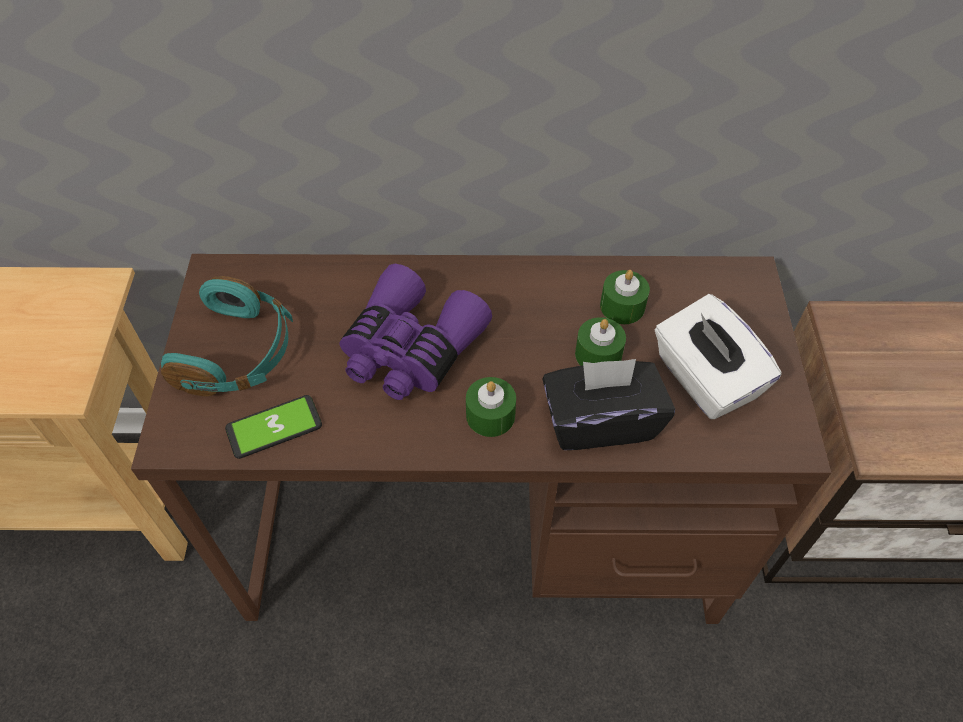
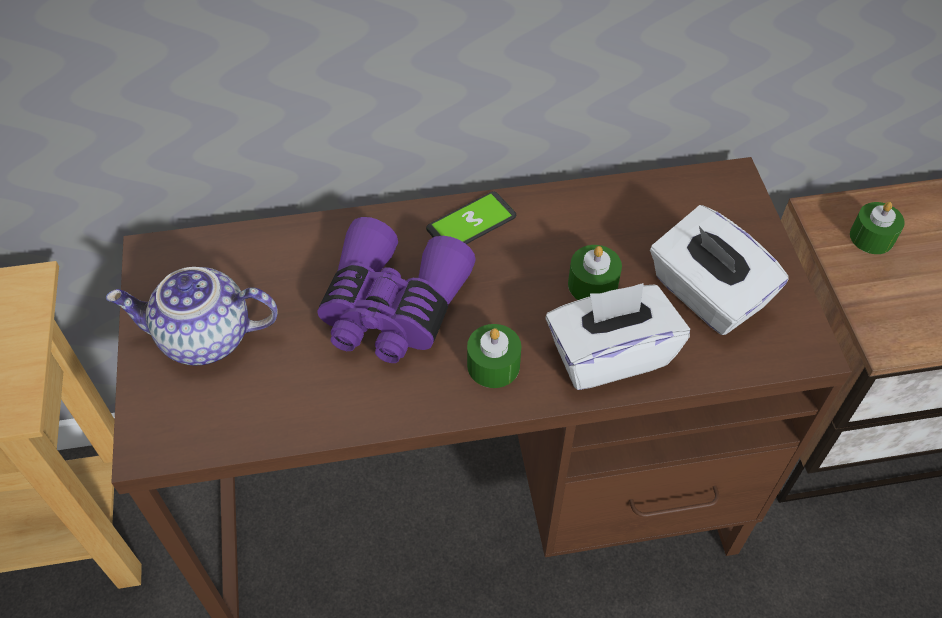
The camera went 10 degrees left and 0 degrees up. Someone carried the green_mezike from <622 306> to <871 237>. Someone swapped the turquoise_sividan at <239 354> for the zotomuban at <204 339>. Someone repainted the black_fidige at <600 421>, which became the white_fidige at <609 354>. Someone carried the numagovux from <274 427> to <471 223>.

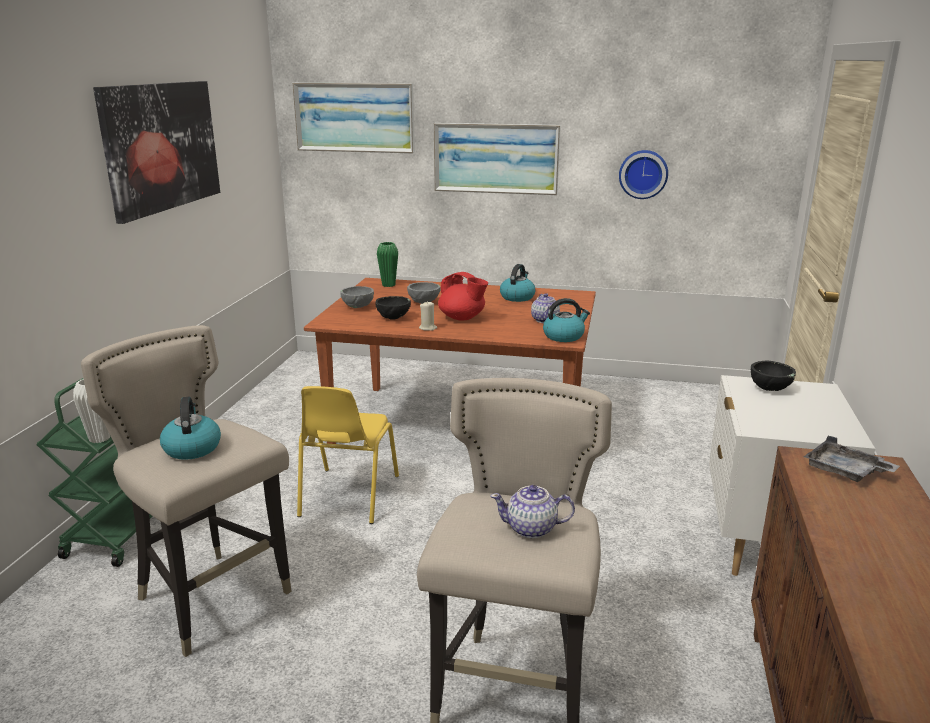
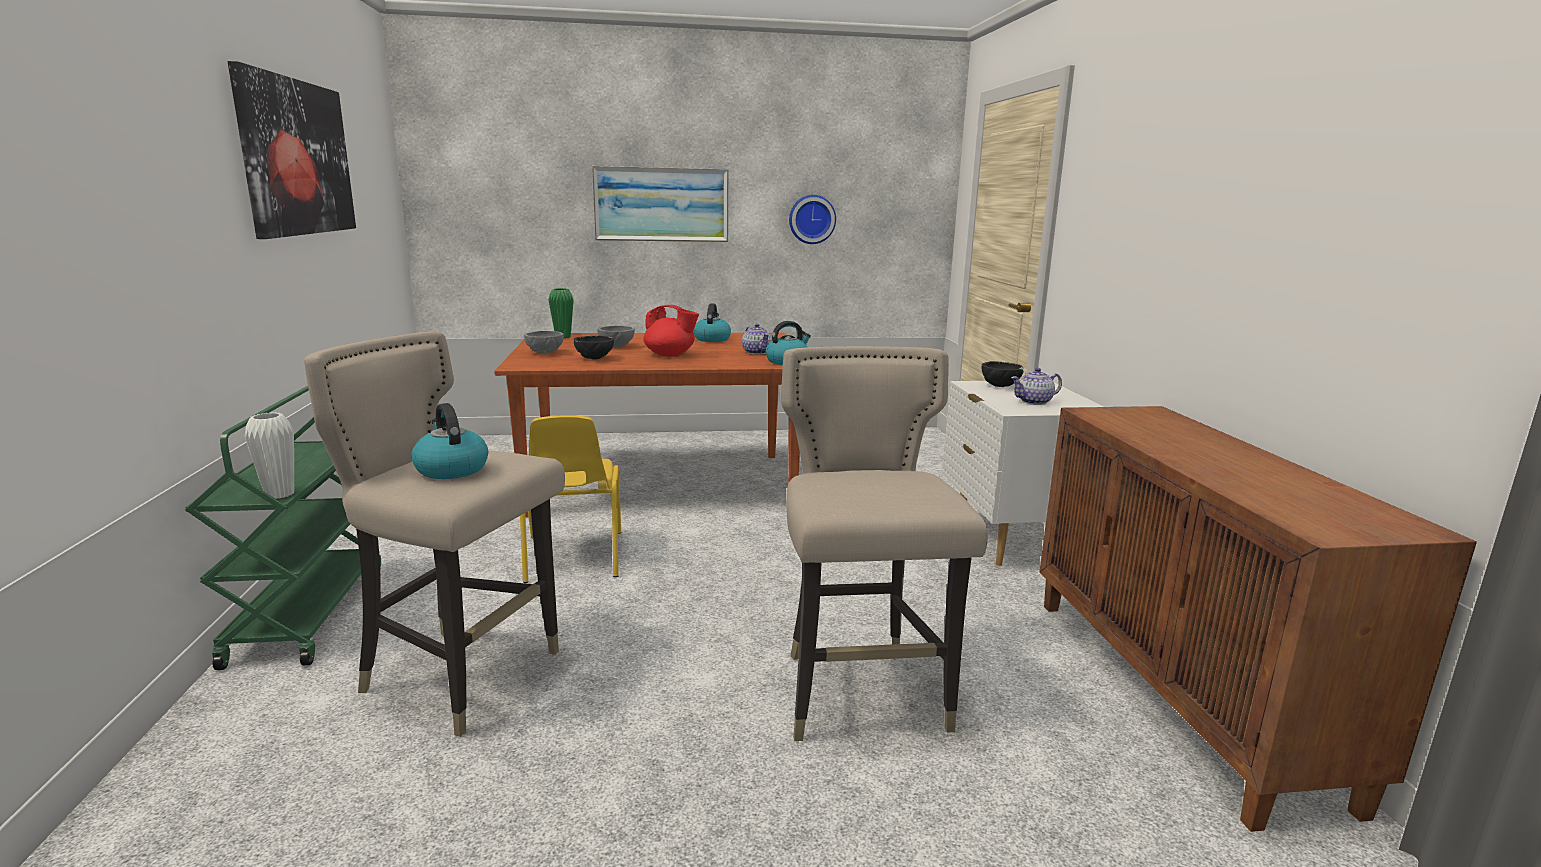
The camera went 20 degrees left and 5 degrees down. Someone took away the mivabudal at <354 117>. Someone took away the beige_mezike at <428 328>. Someone took away the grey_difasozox at <845 471>. Someone carried the zotomuban from <532 529> to <1034 402>.

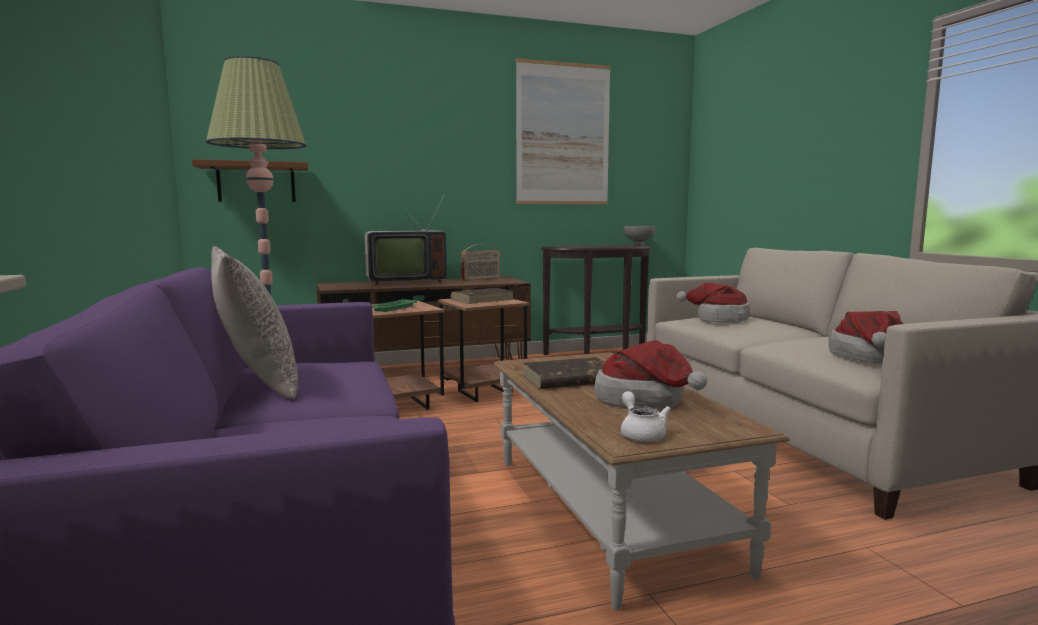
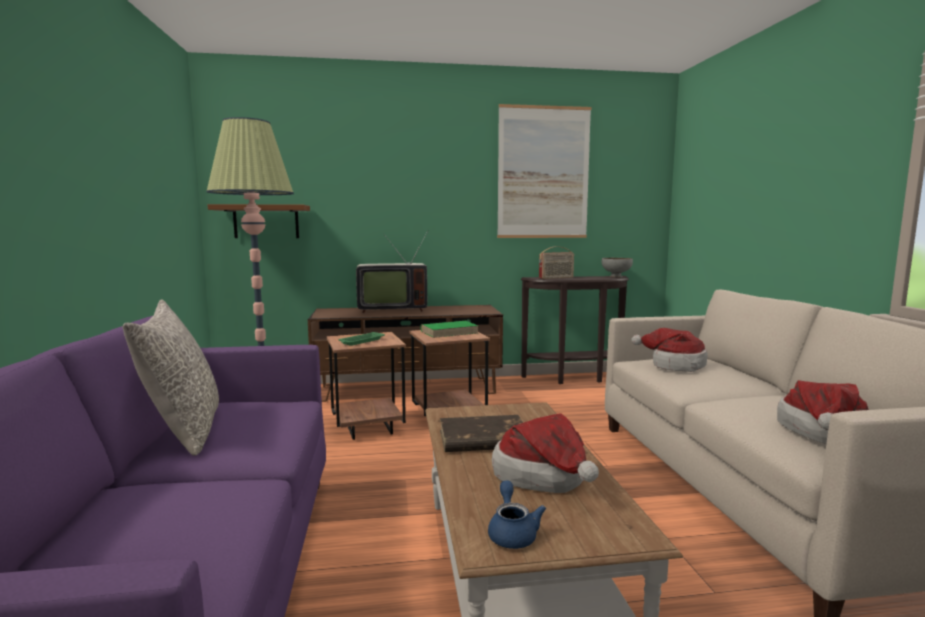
The camera went 10 degrees right and 0 degrees up. Someone carried the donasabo from <481 279> to <556 278>. Someone repainted the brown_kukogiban at <482 299>, which became the green_kukogiban at <449 332>. Someone repainted the white_zotomuban at <641 433>, which became the blue_zotomuban at <512 532>.

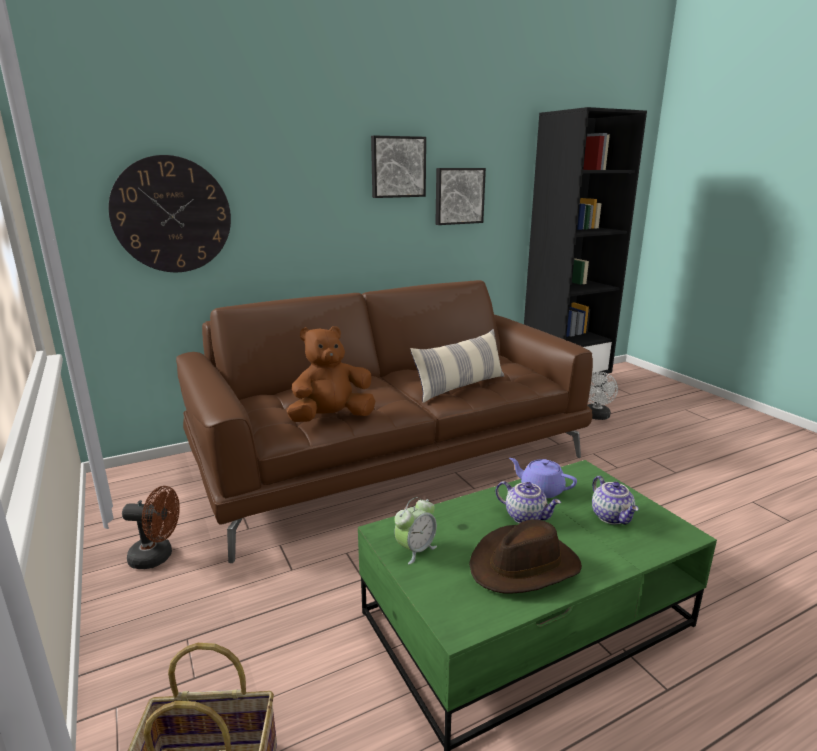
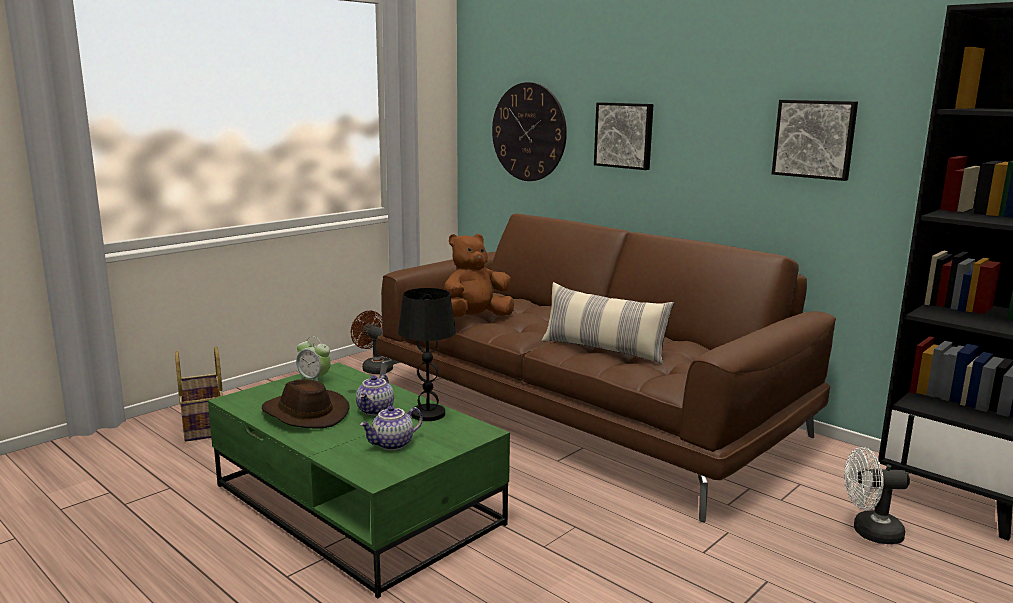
The camera went 70 degrees right and 5 degrees down. Someone carried the mivabudal from <397 167> to <624 135>. Someone rotated the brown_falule at <331 418> by 75 degrees counterclockwise. Someone swapped the purple_zotomuban at <541 489> for the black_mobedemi at <427 414>. Someone rotated the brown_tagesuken at <157 557> by 150 degrees clockwise.

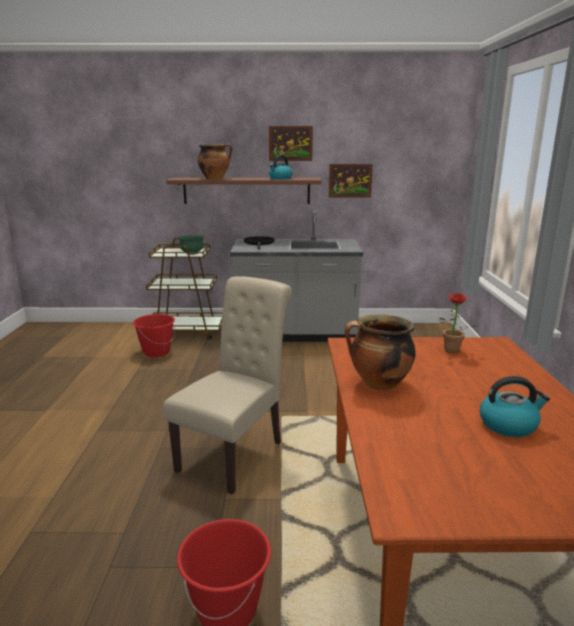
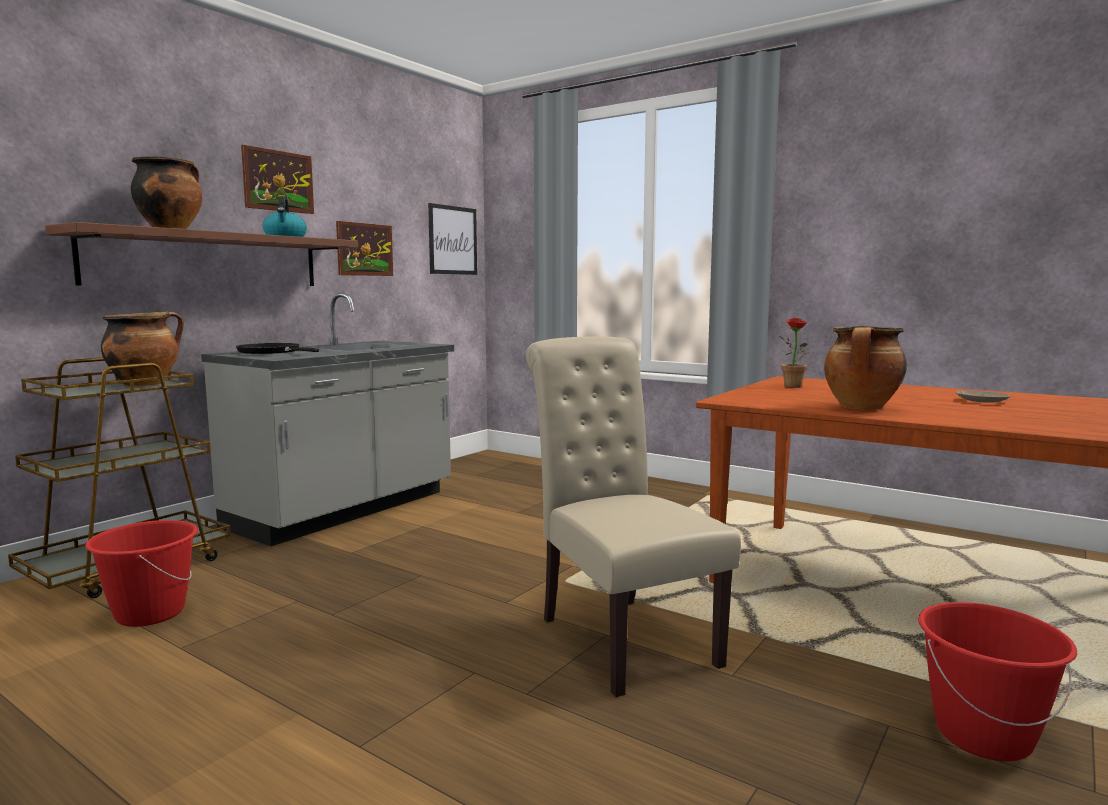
The camera went 55 degrees left and 10 degrees down. Someone swapped the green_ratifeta at <191 253> for the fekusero at <145 384>. Someone swapped the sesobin at <508 425> for the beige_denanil at <981 401>. Someone put up the mivabudal at <453 240>.

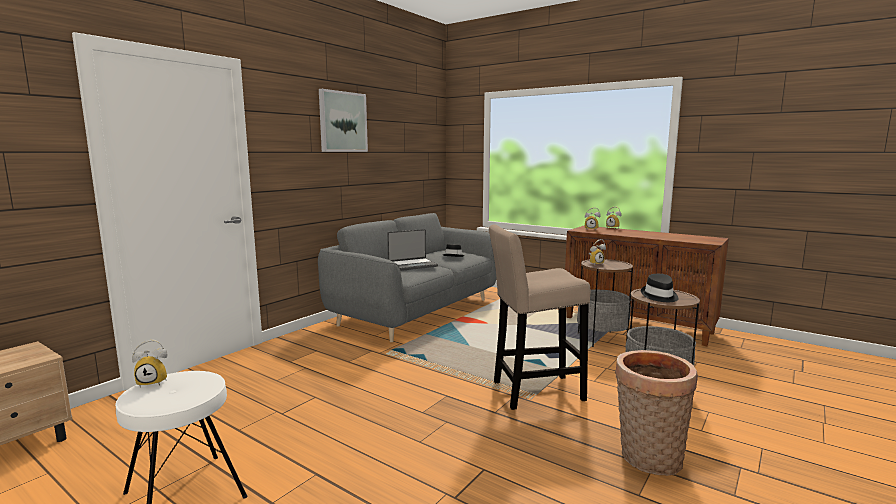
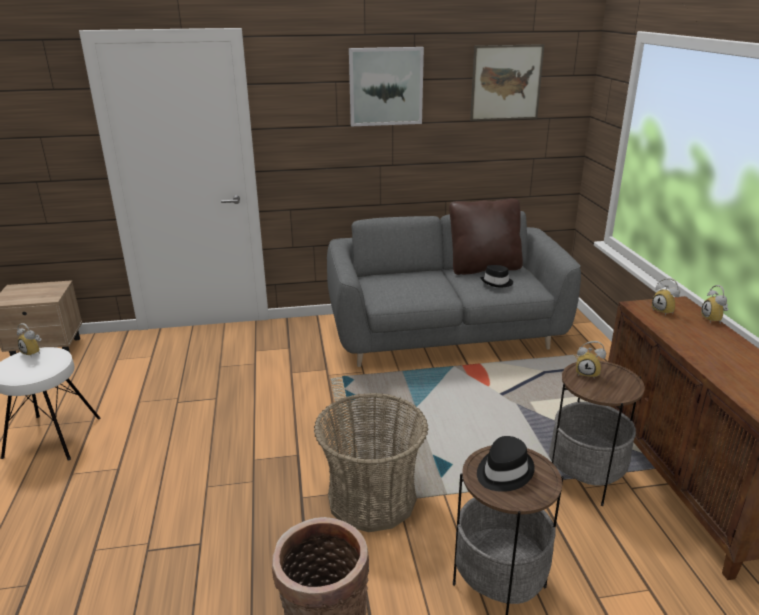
The camera went 45 degrees right and 15 degrees up. Someone swapped the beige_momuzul at <533 391> for the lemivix at <372 498>. Someone took away the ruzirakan at <412 265>. Someone put up the mivabudal at <506 83>. Someone put down the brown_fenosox at <484 268>.

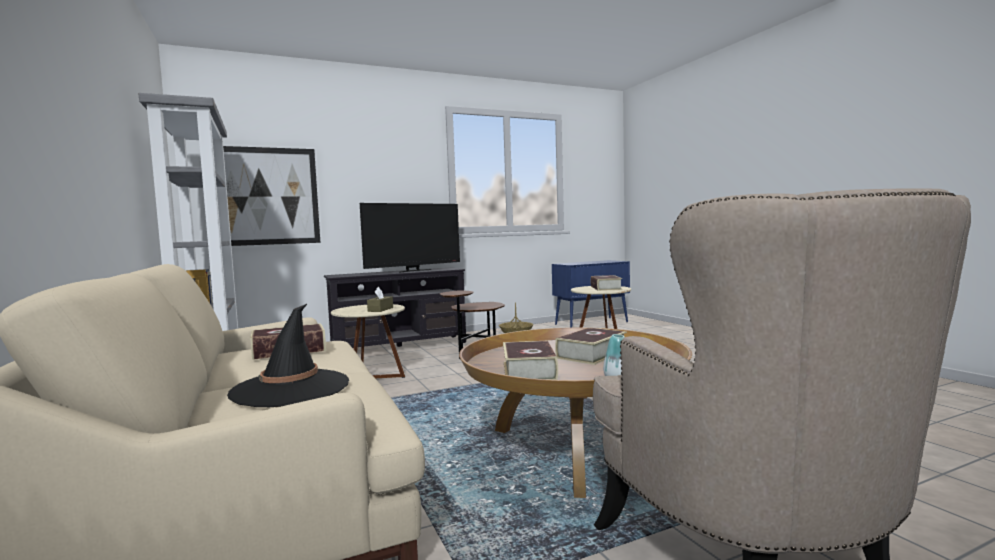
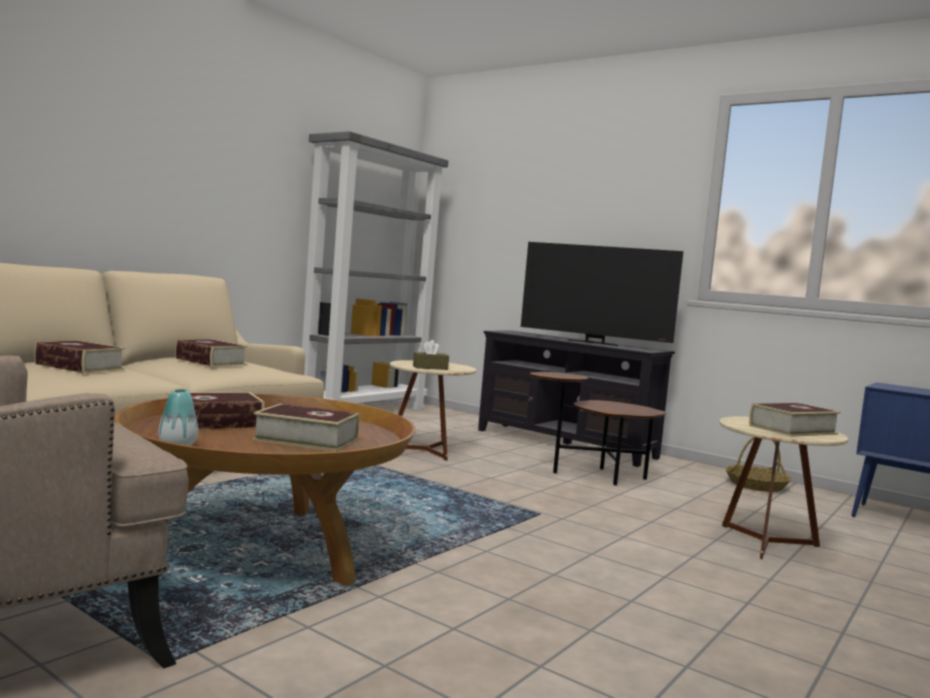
The camera went 60 degrees right and 0 degrees up. Someone took away the mivabudal at <266 196>. Someone swapped the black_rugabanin at <291 388> for the kukogiban at <79 366>.

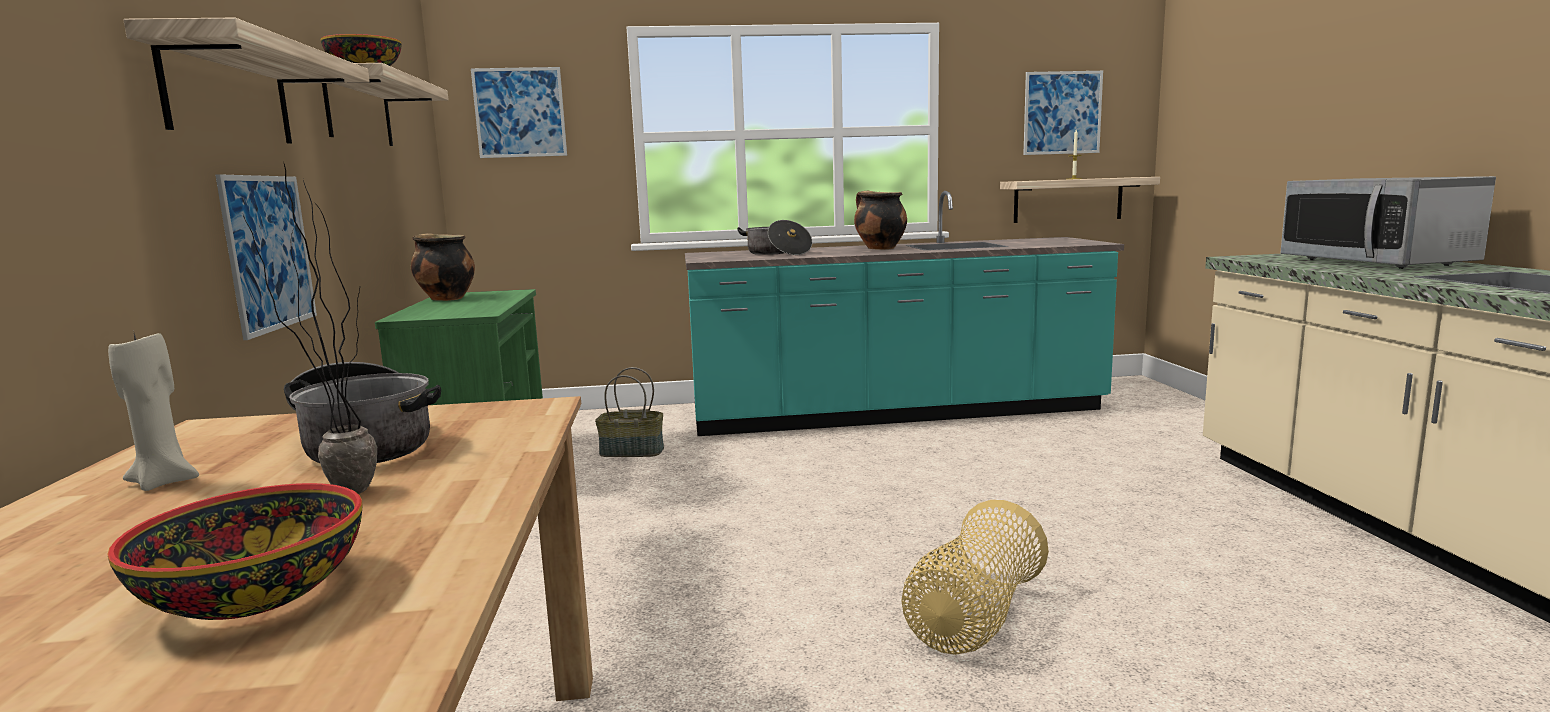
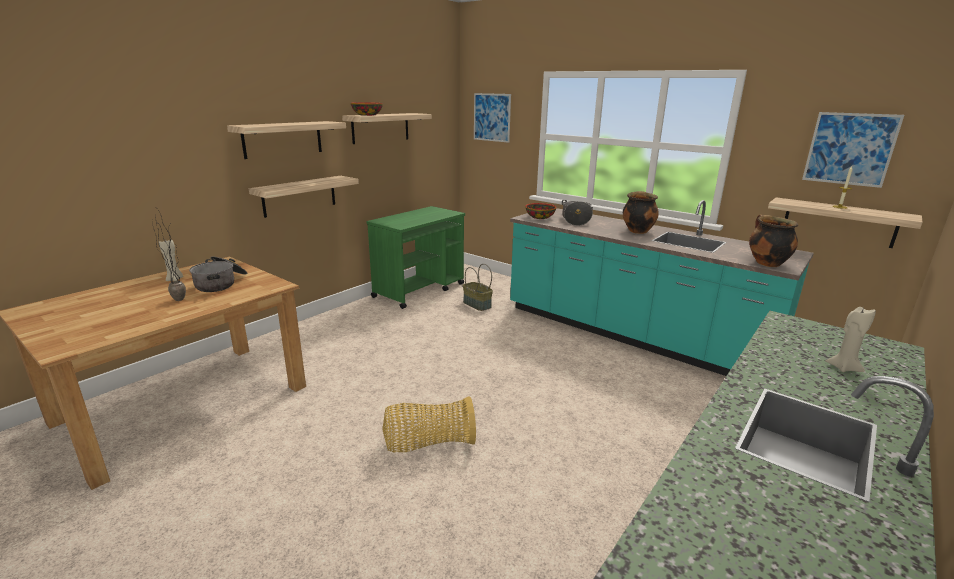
The camera went 45 degrees right and 10 degrees up. Someone swapped the mivabudal at <269 252> for the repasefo at <299 196>. Someone swapped the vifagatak at <1375 262> for the beige_mezike at <843 367>. Someone carried the fekusero from <445 299> to <766 263>. Someone carried the ratifeta from <253 595> to <539 217>.

